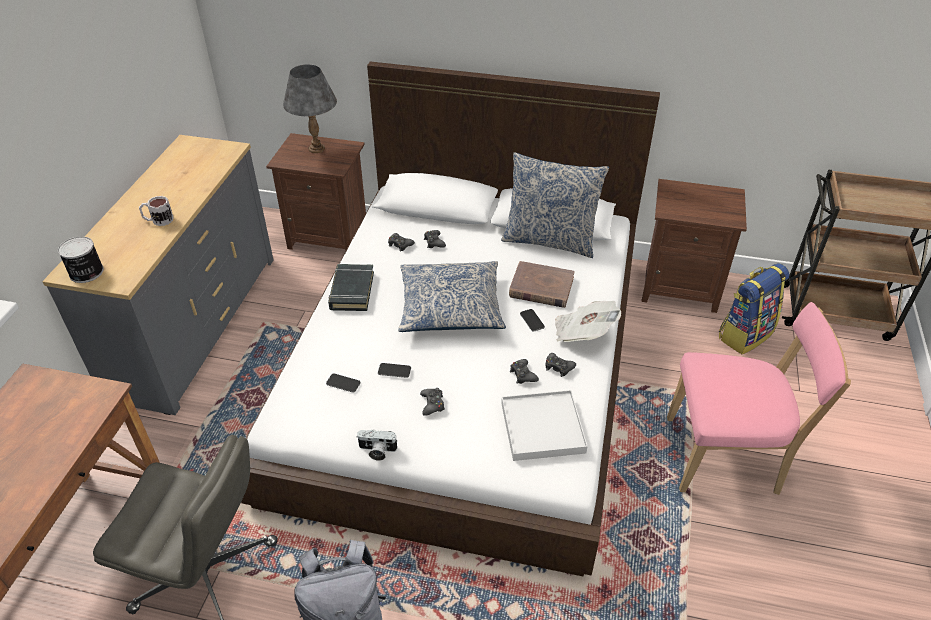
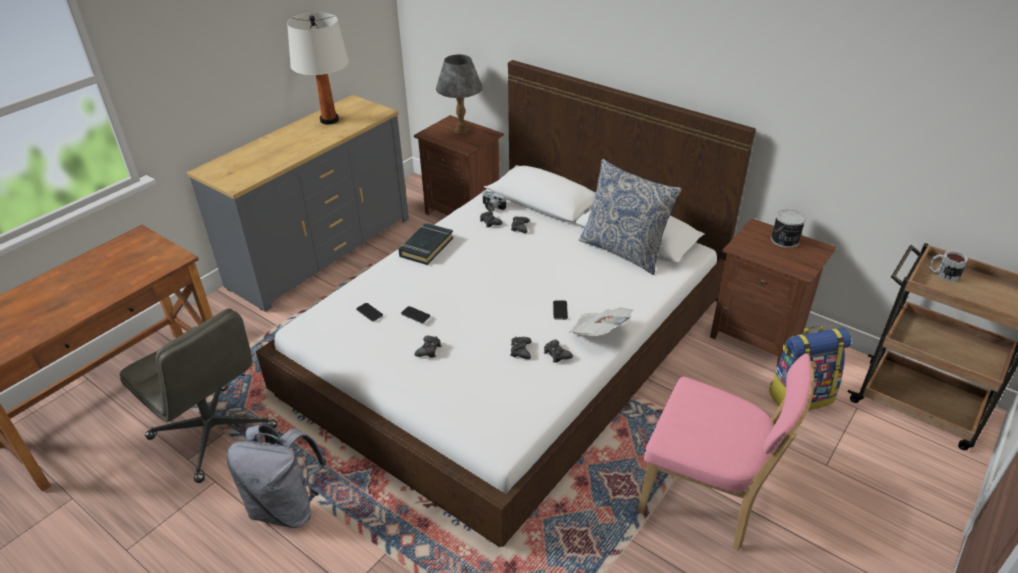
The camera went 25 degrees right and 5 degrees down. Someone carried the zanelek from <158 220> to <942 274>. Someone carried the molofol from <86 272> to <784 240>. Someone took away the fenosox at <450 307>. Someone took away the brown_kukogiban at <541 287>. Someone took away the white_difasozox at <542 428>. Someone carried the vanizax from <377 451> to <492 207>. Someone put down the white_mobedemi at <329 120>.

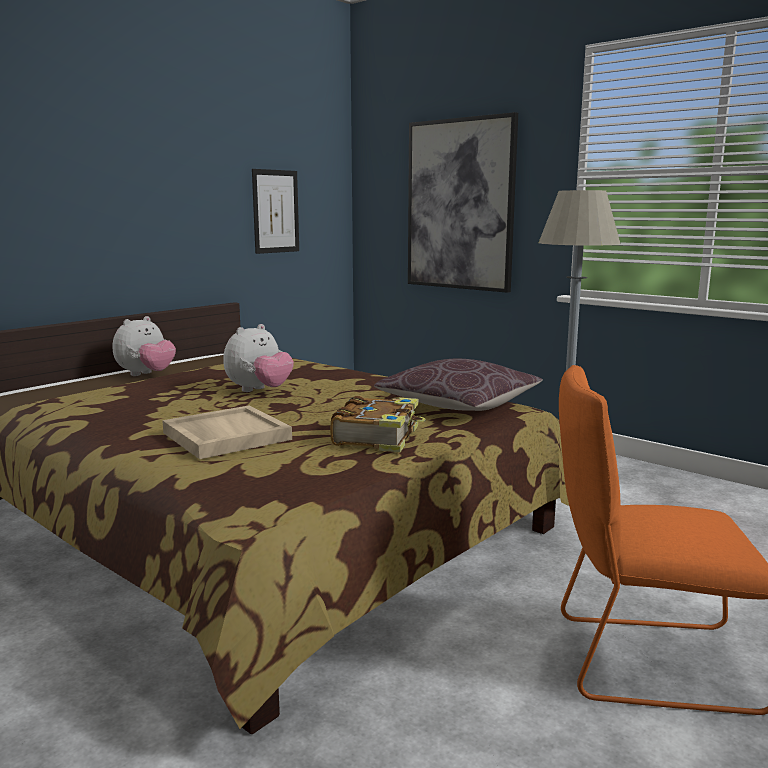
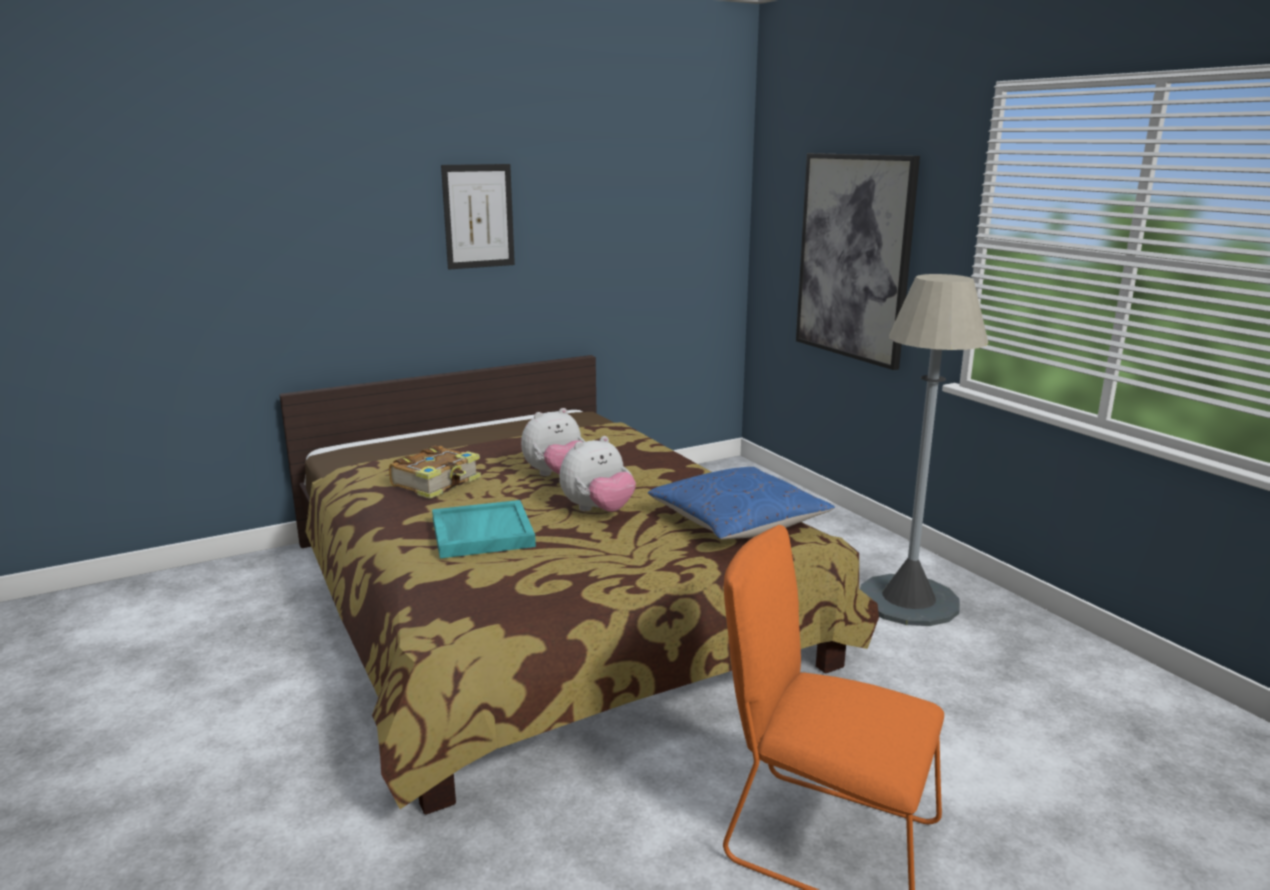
The camera went 20 degrees right and 5 degrees up. Someone carried the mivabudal from <275 211> to <478 216>. Someone carried the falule from <146 375> to <598 510>. Someone repainted the brown_fenosox at <458 405>, which became the blue_fenosox at <738 522>. Someone carried the kukogiban from <378 437> to <437 483>. Someone repainted the beige_difasozox at <225 436>, which became the turquoise_difasozox at <481 533>.

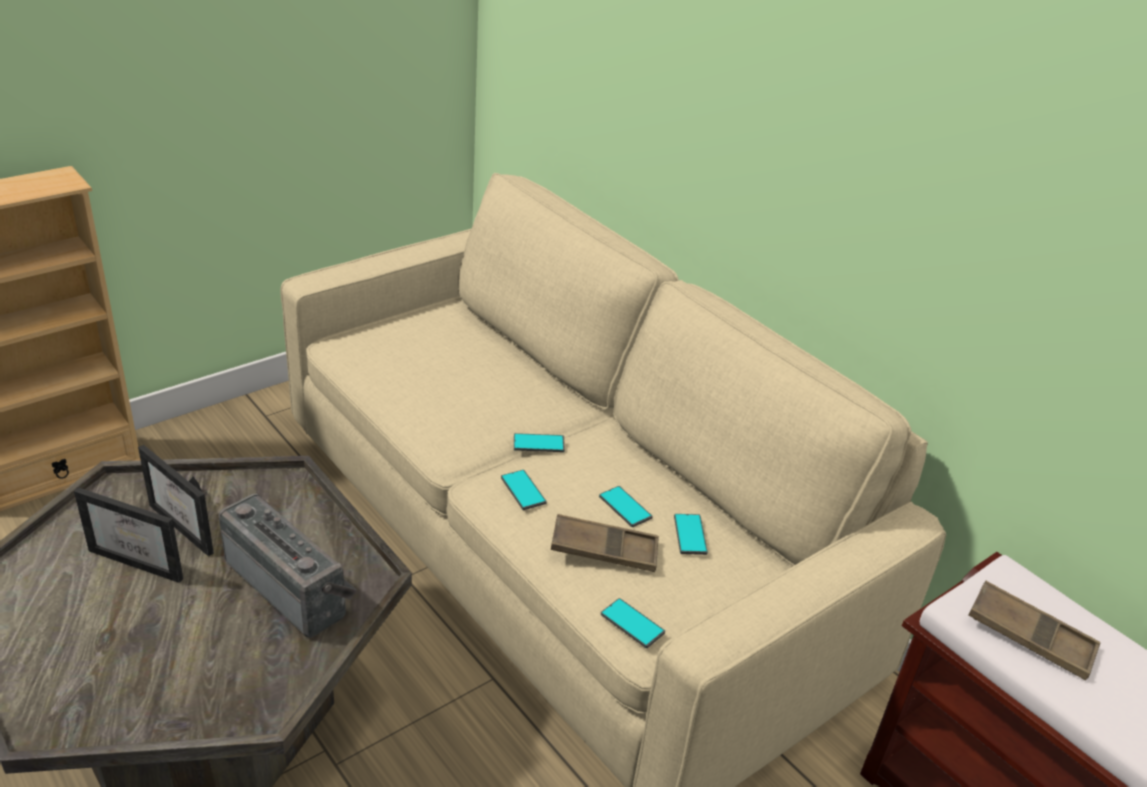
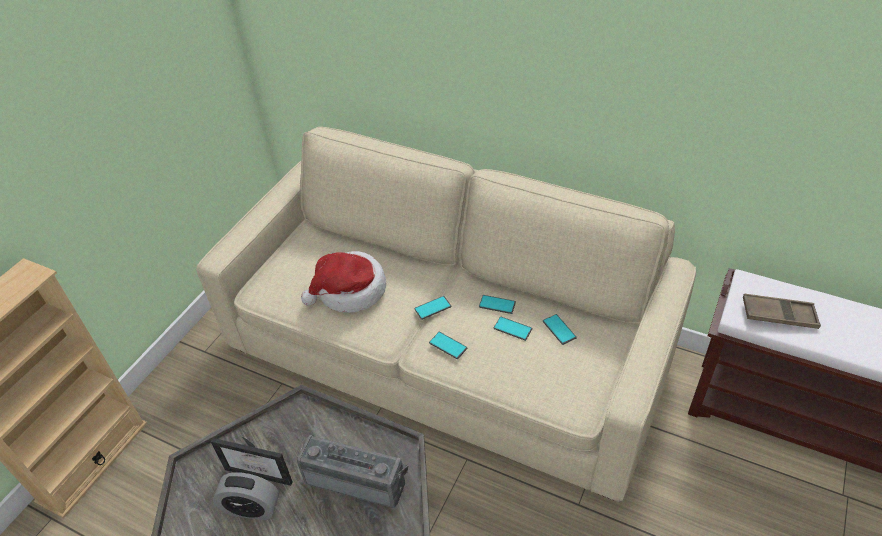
The camera went 20 degrees left and 10 degrees up. Someone swapped the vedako at <144 558> for the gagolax at <251 508>. Someone took away the brown_difasozox at <604 550>. Someone carried the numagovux from <632 623> to <497 304>. Someone put down the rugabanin at <349 291>.

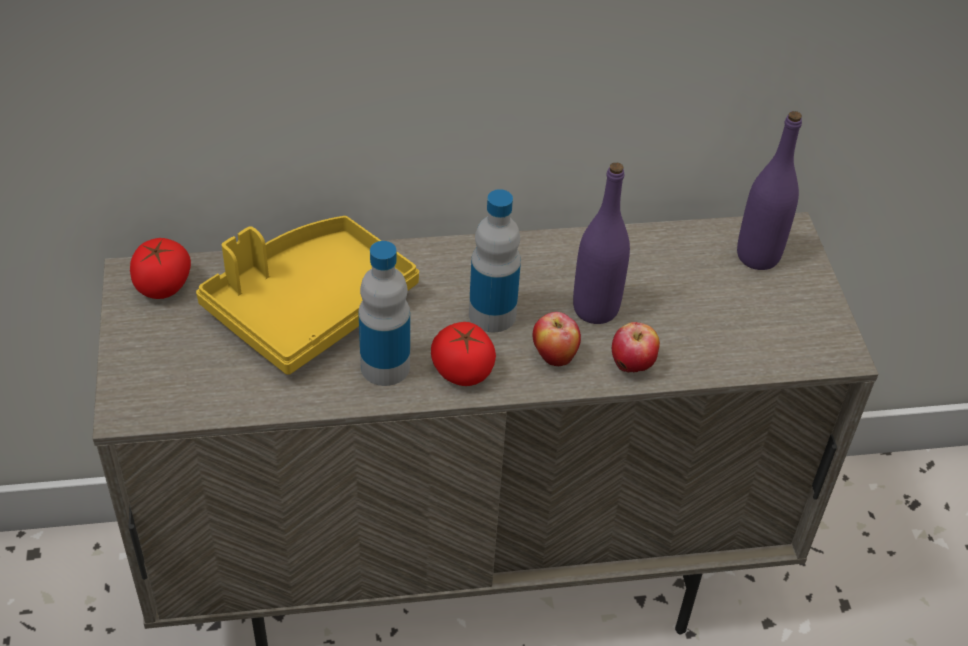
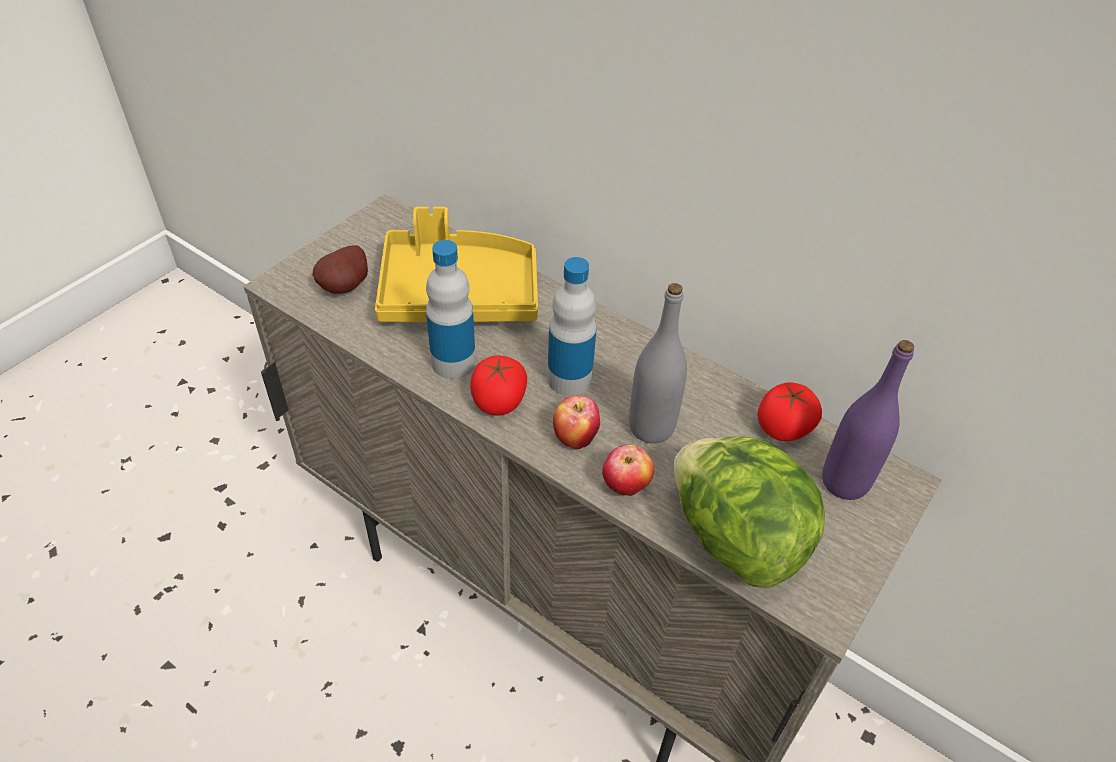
The camera went 45 degrees right and 0 degrees up. Someone repainted the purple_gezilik at <595 309>, which became the grey_gezilik at <651 427>. Someone carried the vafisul from <163 286> to <783 428>. Someone put down the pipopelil at <347 287>. Someone put down the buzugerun at <734 538>.

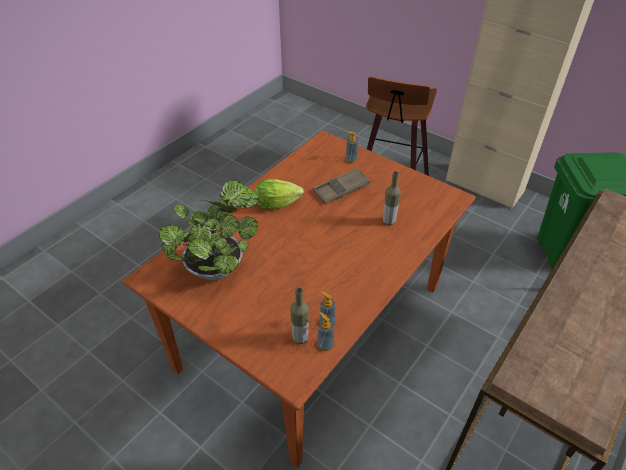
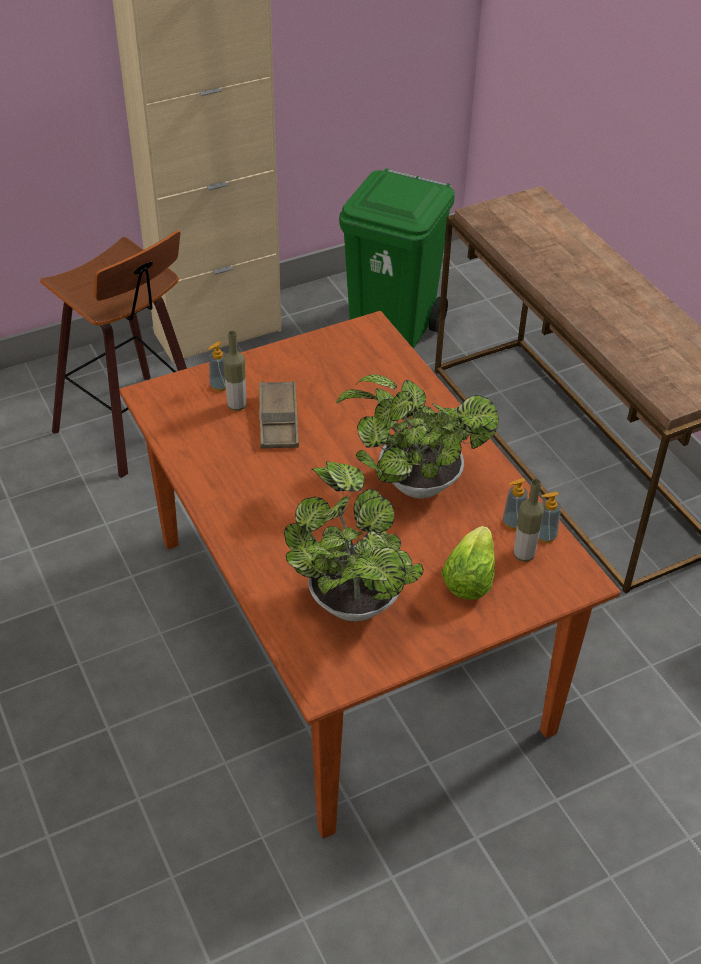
The camera went 65 degrees left and 0 degrees up. Someone carried the gezilik from <388 221> to <237 405>. Someone carried the buzugerun from <276 204> to <469 580>. Someone put down the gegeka at <412 483>.

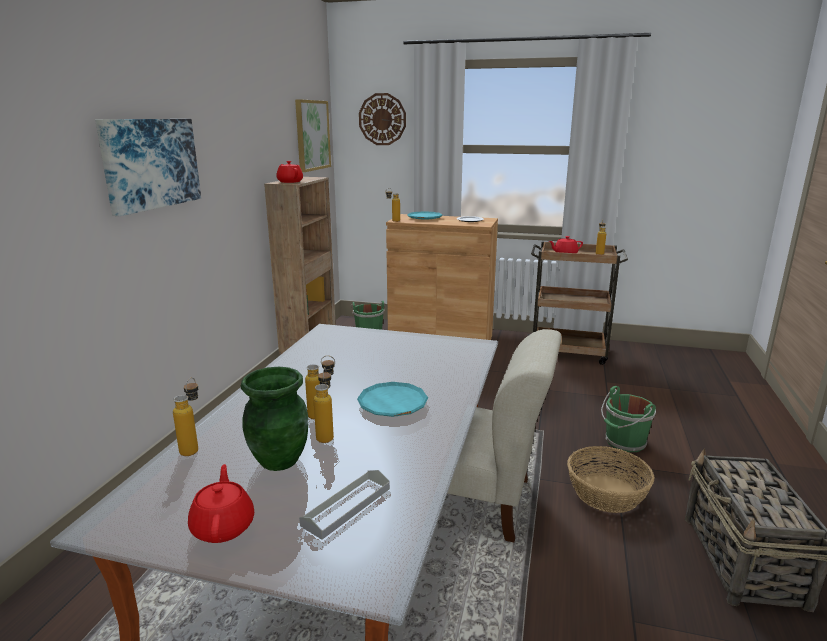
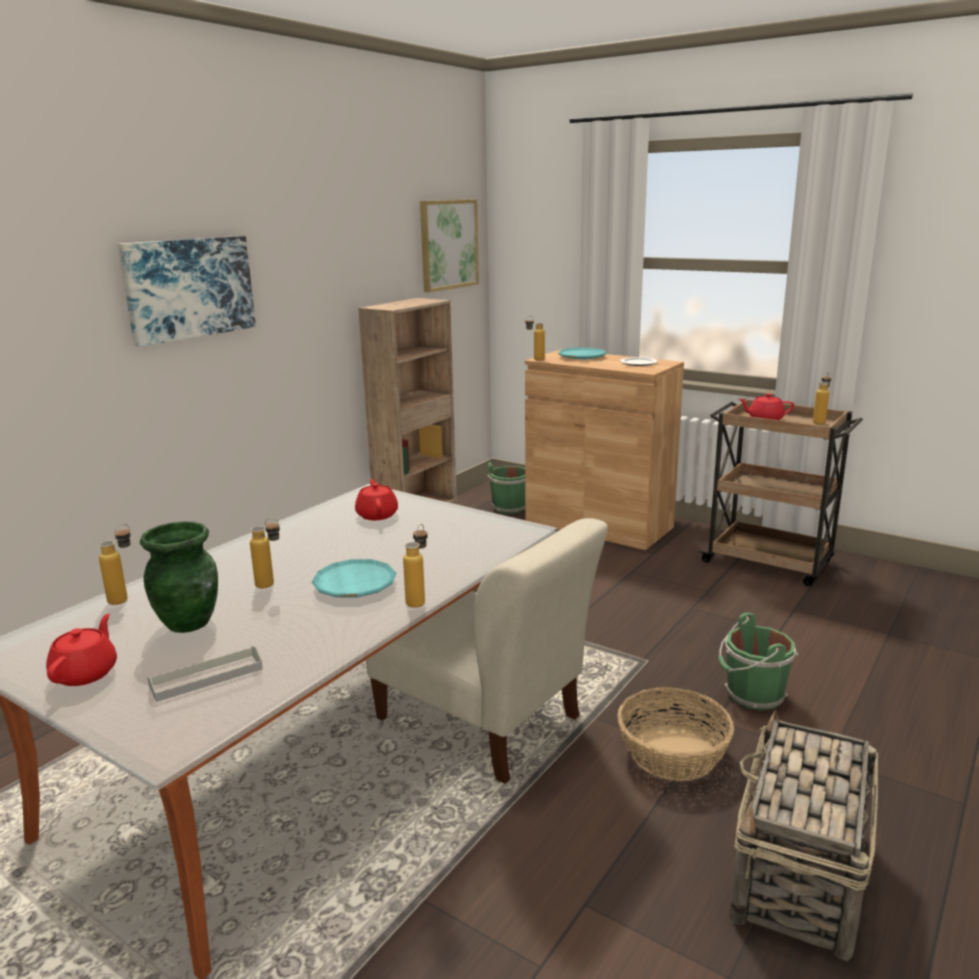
The camera went 20 degrees right and 0 degrees up. Someone took away the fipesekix at <382 119>. Someone carried the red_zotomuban from <290 182> to <377 515>. Someone carried the gezilik from <326 435> to <419 600>.

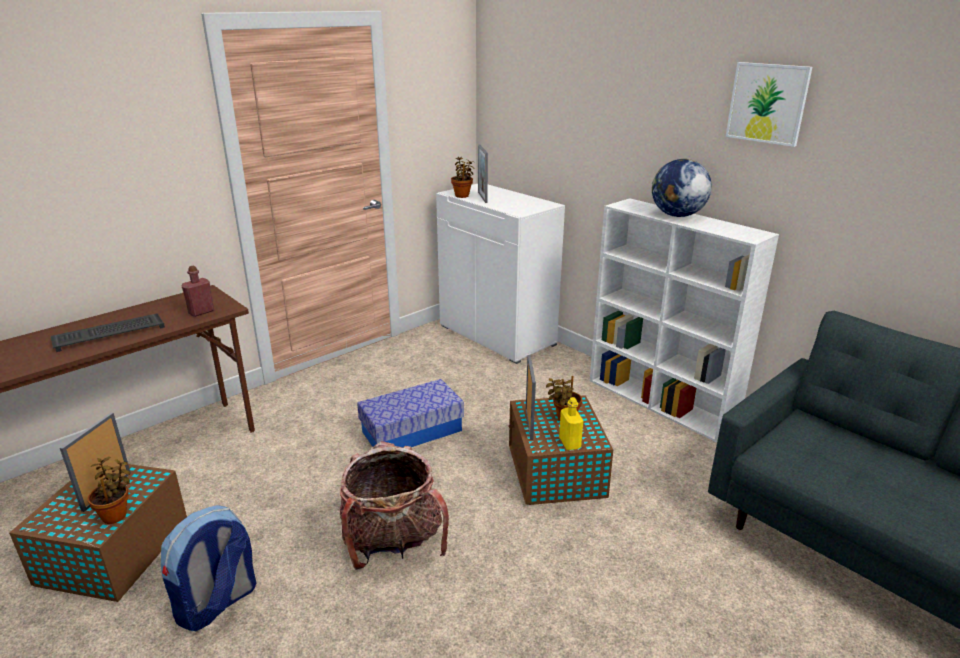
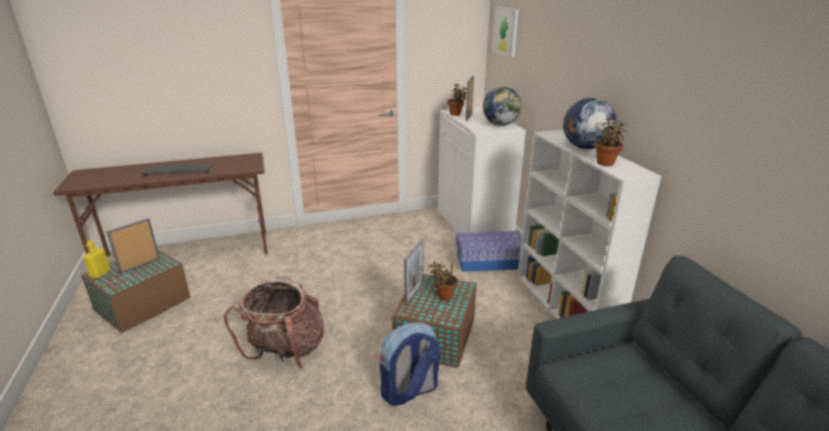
The camera went 25 degrees right and 0 degrees up. Someone carried the mivabudal from <767 103> to <506 31>. Someone took away the red_gezilik at <201 312>. Someone carried the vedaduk from <412 431> to <489 261>. Someone carried the yellow_gezilik from <569 443> to <100 273>. Someone carried the gegeka from <116 514> to <605 162>. Someone carried the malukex from <217 604> to <409 391>. Someone put down the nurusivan at <500 125>.

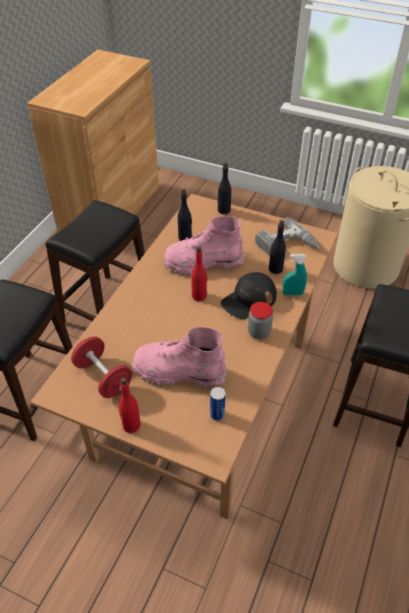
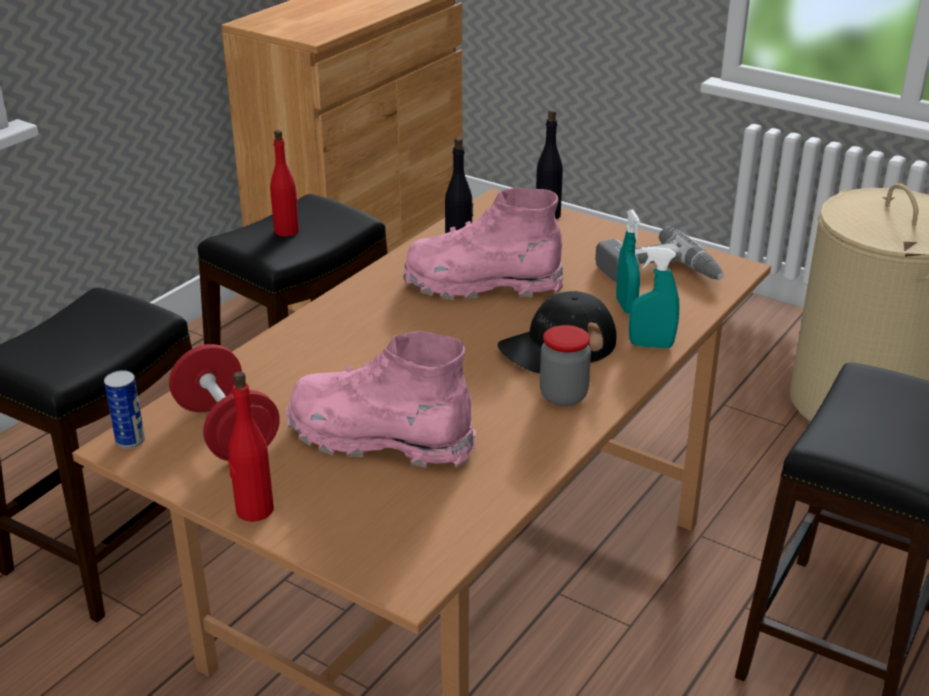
The camera went 10 degrees right and 15 degrees down. Someone swapped the black_gezilik at <275 269> for the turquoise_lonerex at <626 306>. Someone carried the red_gezilik from <199 296> to <287 231>. Someone carried the molofol from <217 415> to <130 441>.

